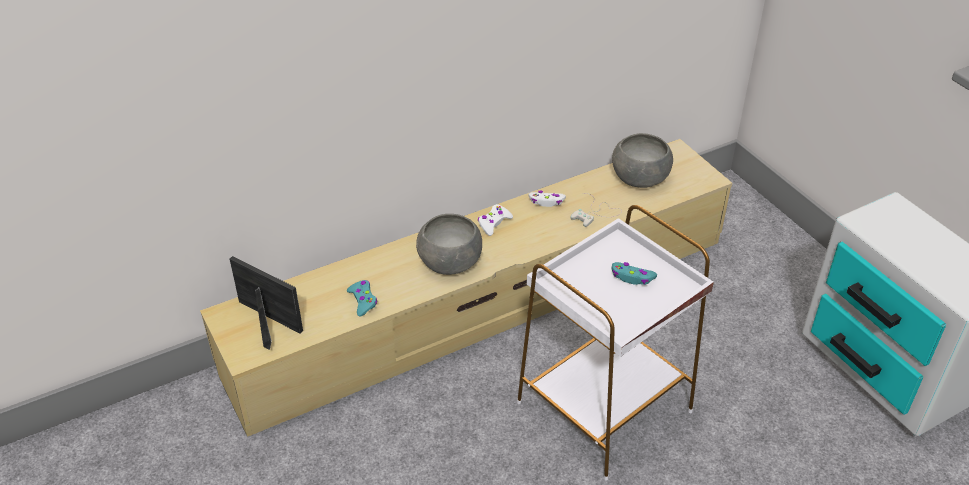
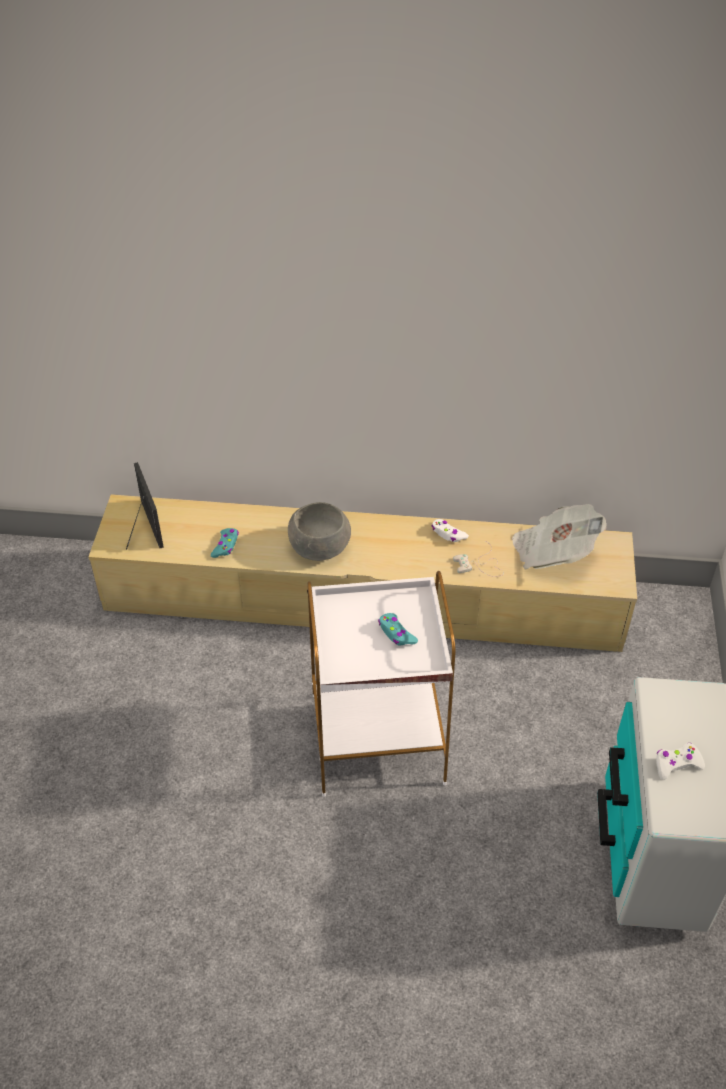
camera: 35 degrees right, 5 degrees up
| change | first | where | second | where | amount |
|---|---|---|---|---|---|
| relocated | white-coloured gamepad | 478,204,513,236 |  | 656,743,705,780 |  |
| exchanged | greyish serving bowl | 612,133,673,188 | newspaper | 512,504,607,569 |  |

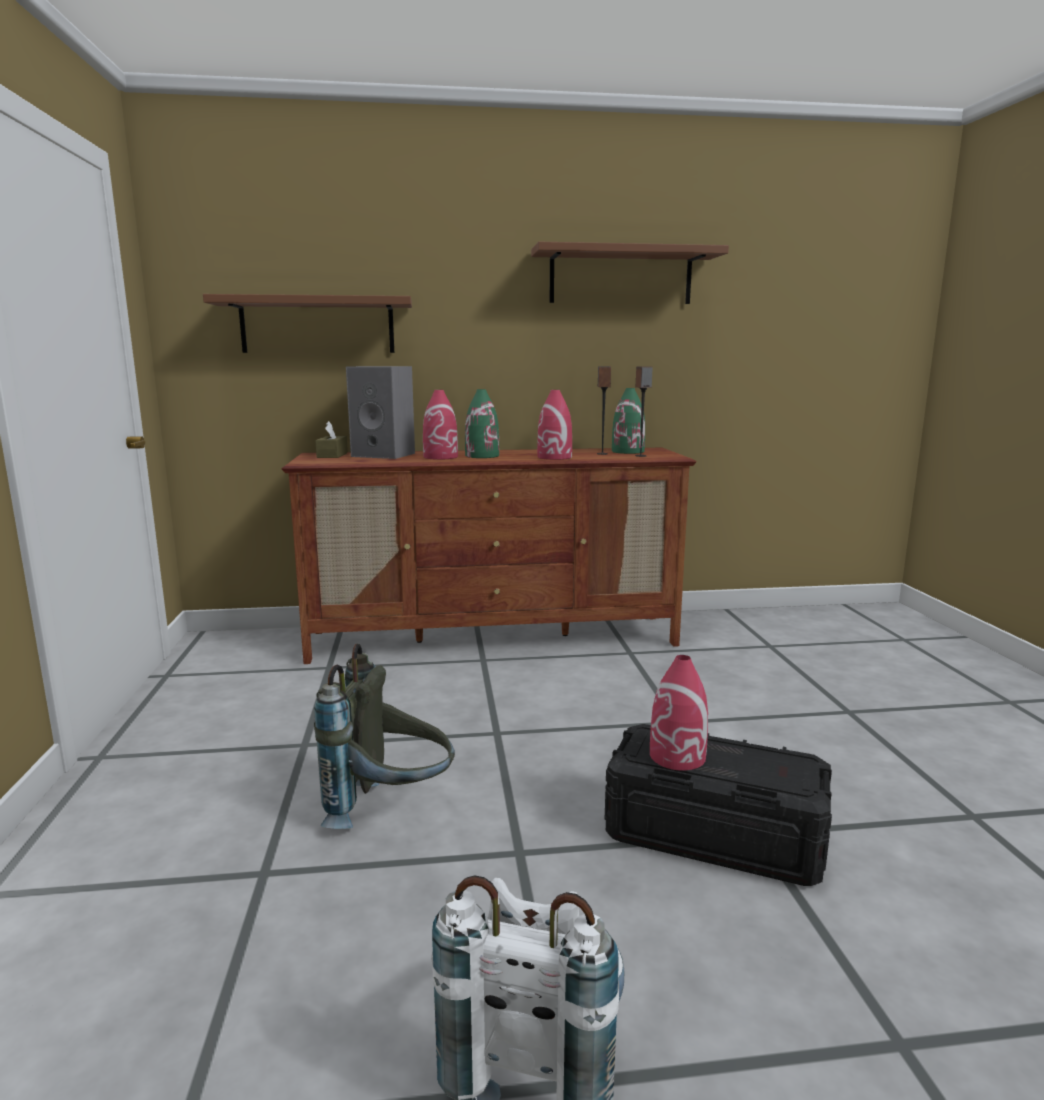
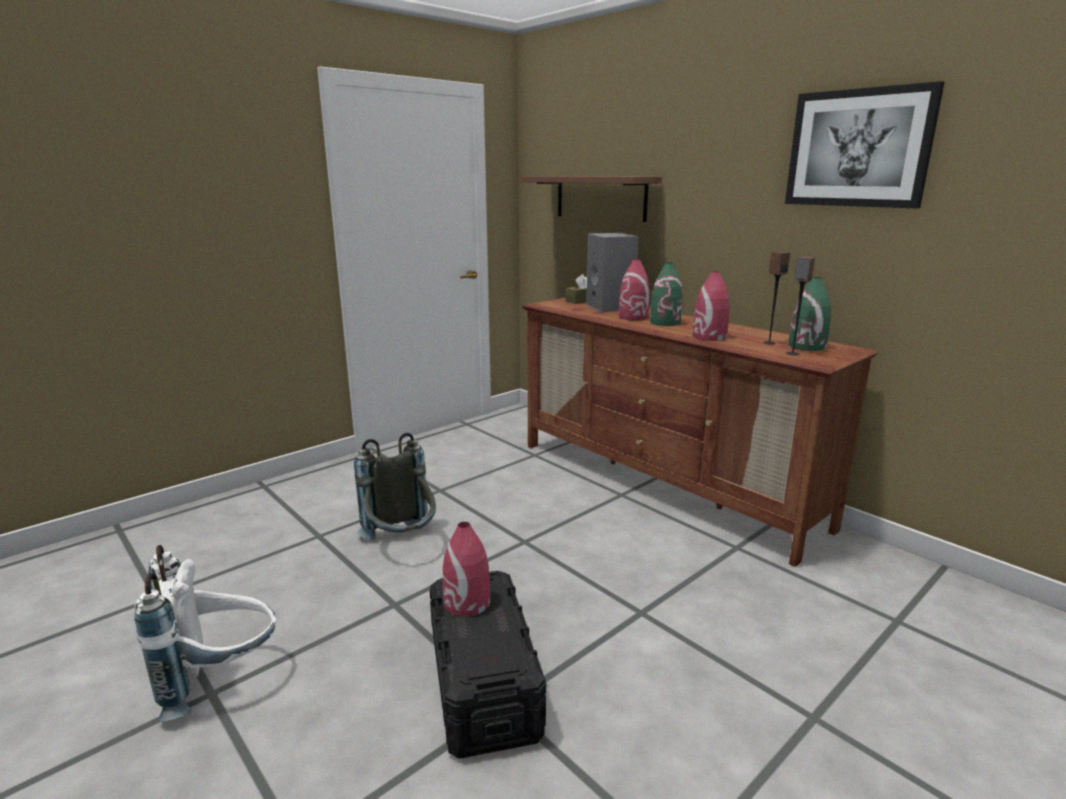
camera: 55 degrees right, 5 degrees up
| change | first | where | second | where | amount |
|---|---|---|---|---|---|
| exchanged | brown-coloured wall shelf | 531,242,729,304 | picture | 785,81,944,209 |  |

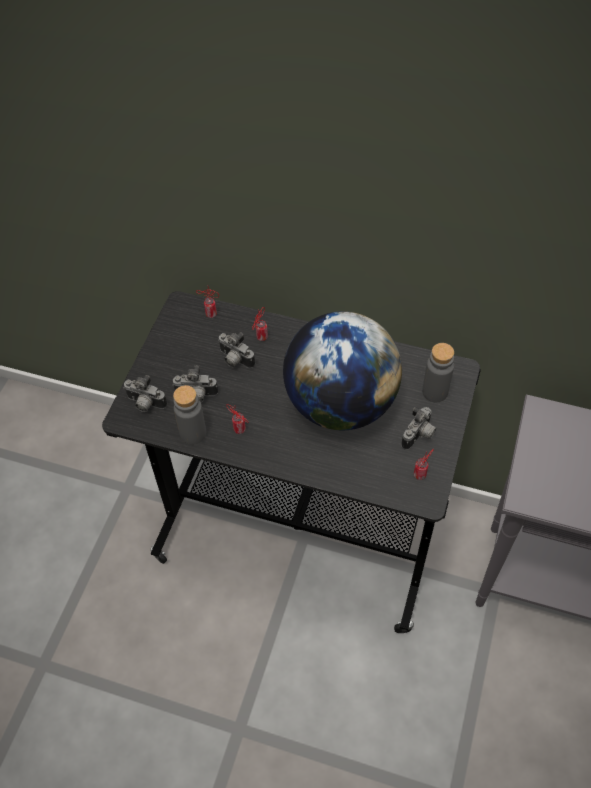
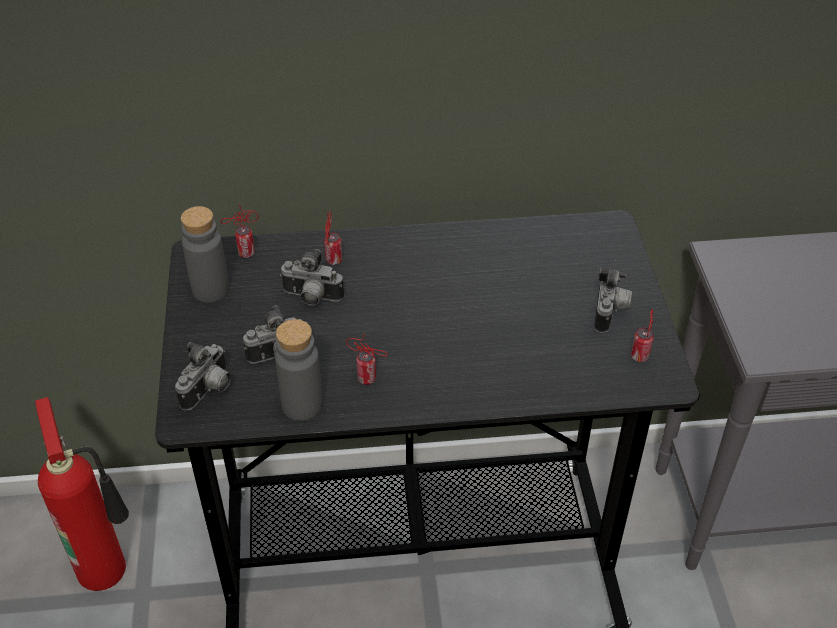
camera: 25 degrees left, 10 degrees down
| change | first | where | second | where | amount |
|---|---|---|---|---|---|
| missing | desk globe | 283,311,402,430 |  |  |  |
| appeared |  |  | fire extinguisher | 35,397,129,591 |  |
| relocated | greyish beverage bottle | 422,343,454,402 |  | 181,206,229,302 |  |
| spun | photo camera | 123,375,167,412 |  | 175,342,231,411 | 60 degrees counterclockwise |

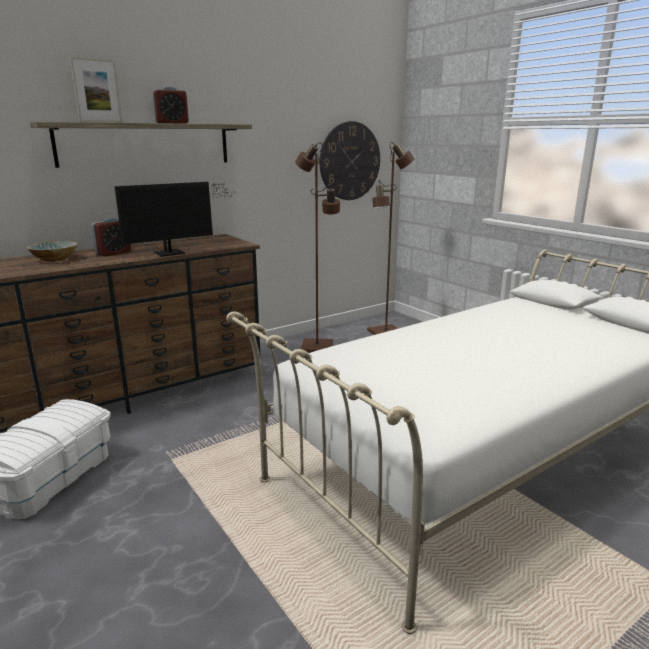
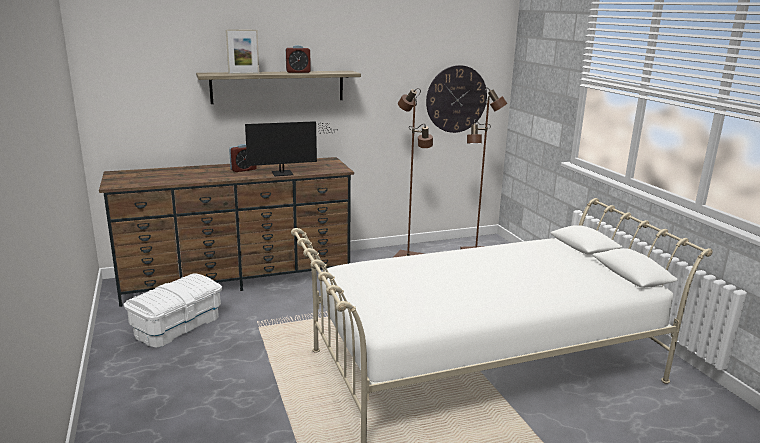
camera: 15 degrees right, 0 degrees up
| change | first | where | second | where | amount |
|---|---|---|---|---|---|
| missing | serving bowl | 27,241,78,262 |  |  |  |

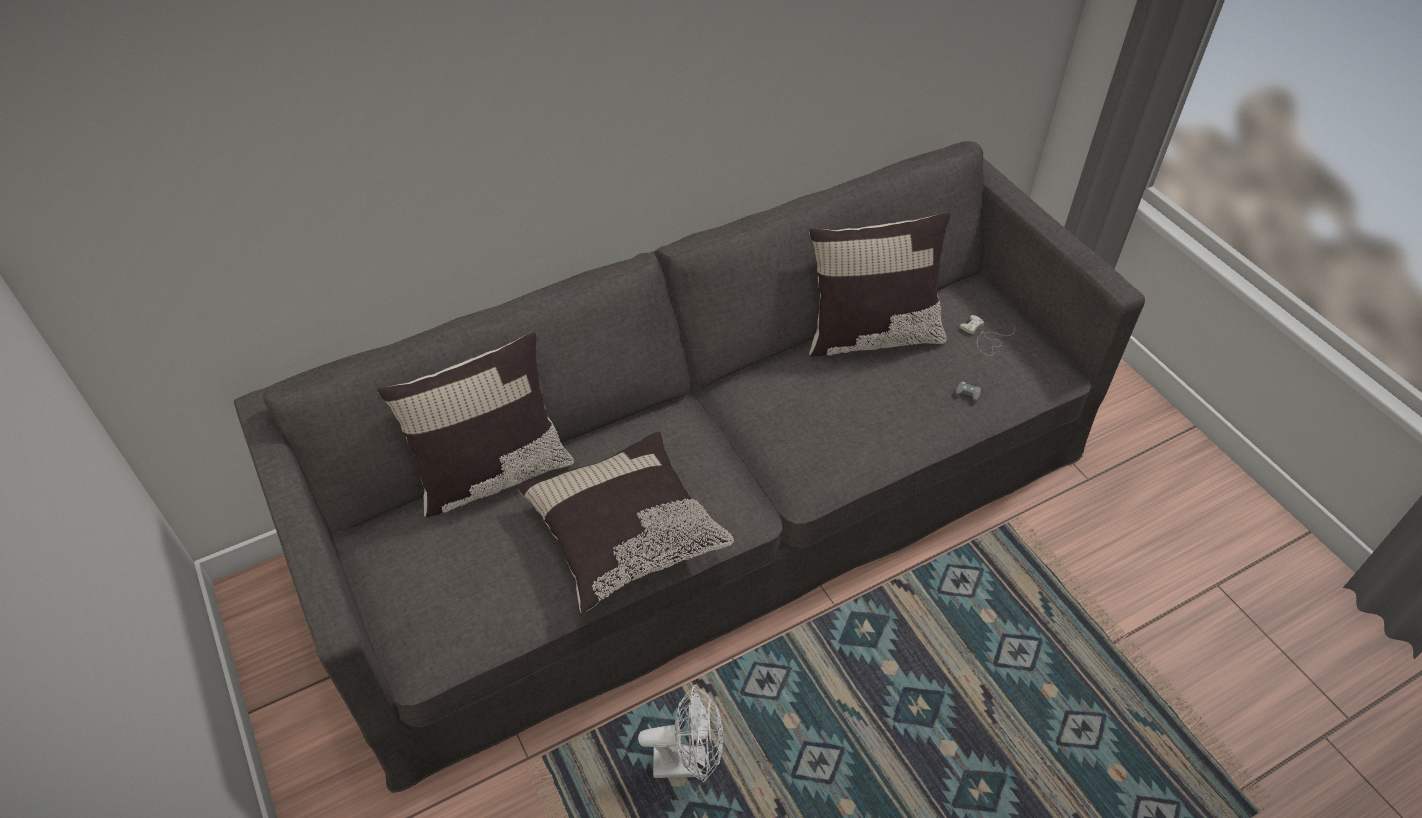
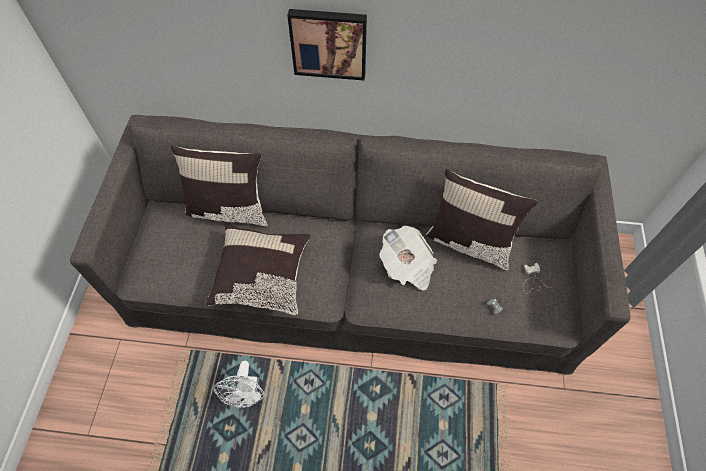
camera: 35 degrees right, 10 degrees up
| change | first | where | second | where | amount |
|---|---|---|---|---|---|
| appeared |  |  | picture | 287,9,367,81 |  |
| appeared |  |  | newspaper | 379,226,437,291 |  |
| spun | white-coloured electric fan | 638,685,723,783 |  | 213,361,265,408 | 60 degrees clockwise |

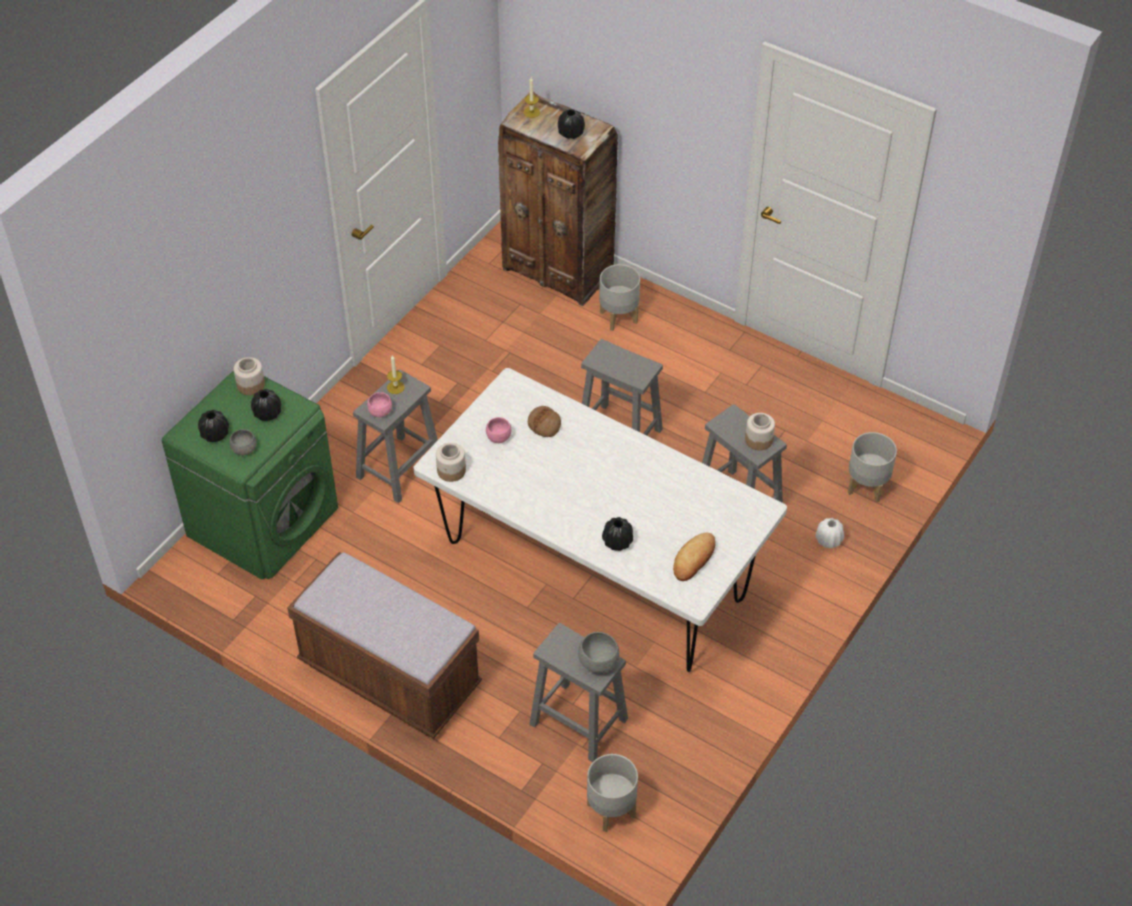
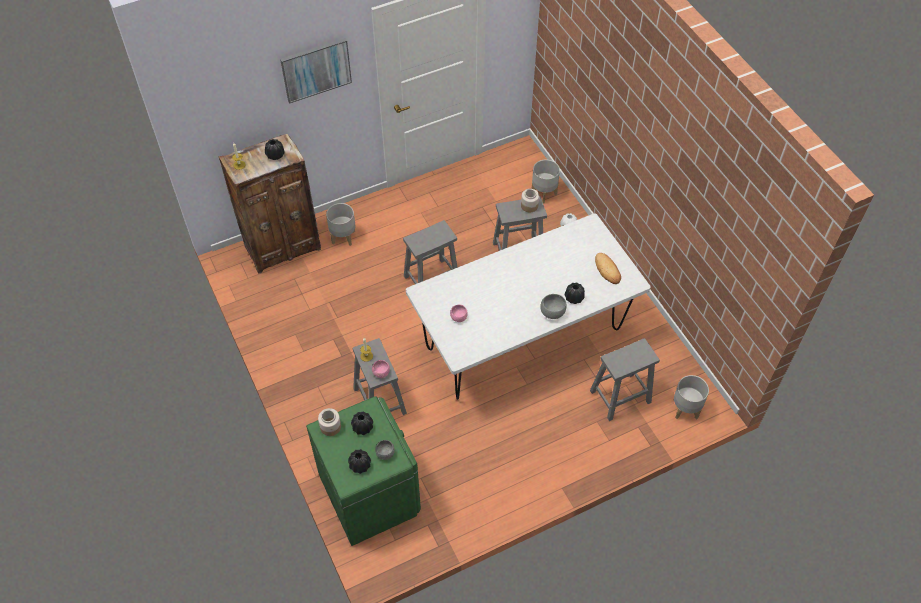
camera: 60 degrees left, 5 degrees up
| change | first | where | second | where | amount |
|---|---|---|---|---|---|
| missing | brown-coloured indoor bench | 287,552,482,739 |  |  |  |
| missing | storage jar | 436,443,466,482 |  |  |  |
| missing | bakery bread | 528,406,561,437 |  |  |  |
| appeared |  |  | picture | 280,38,352,103 |  |
| relocated | greyish serving bowl | 578,632,619,673 |  | 540,294,566,319 |  |

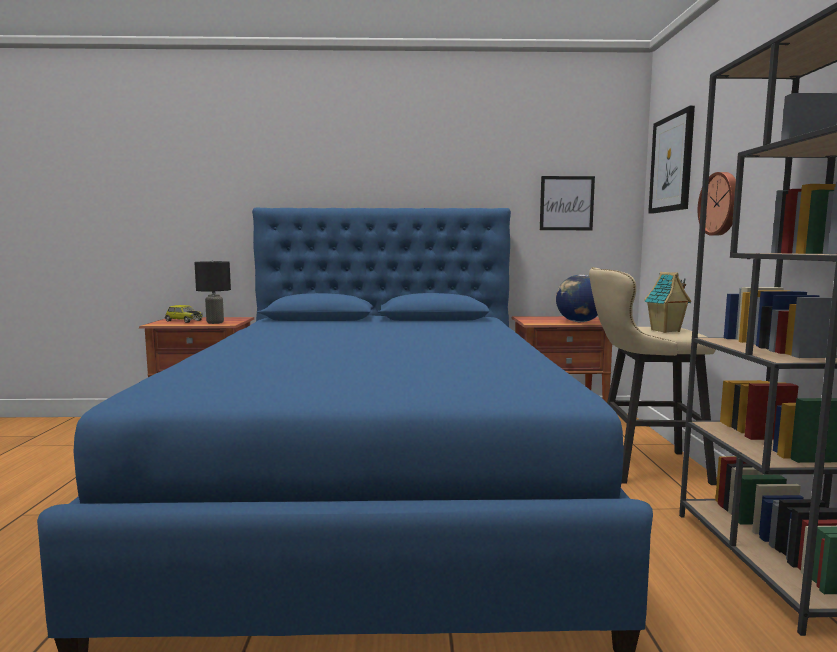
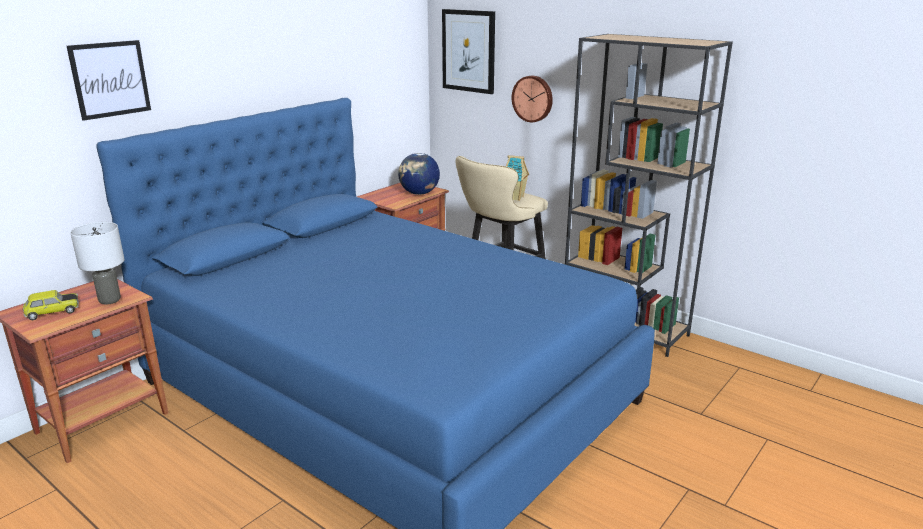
camera: 50 degrees left, 15 degrees up
| change | first | where | second | where | amount |
|---|---|---|---|---|---|
| relocated | picture | 540,176,595,230 |  | 67,40,151,121 |  |
| colour | black-coloured lamp for a table | 194,261,231,324 | white-coloured lamp for a table | 70,222,125,305 |  |

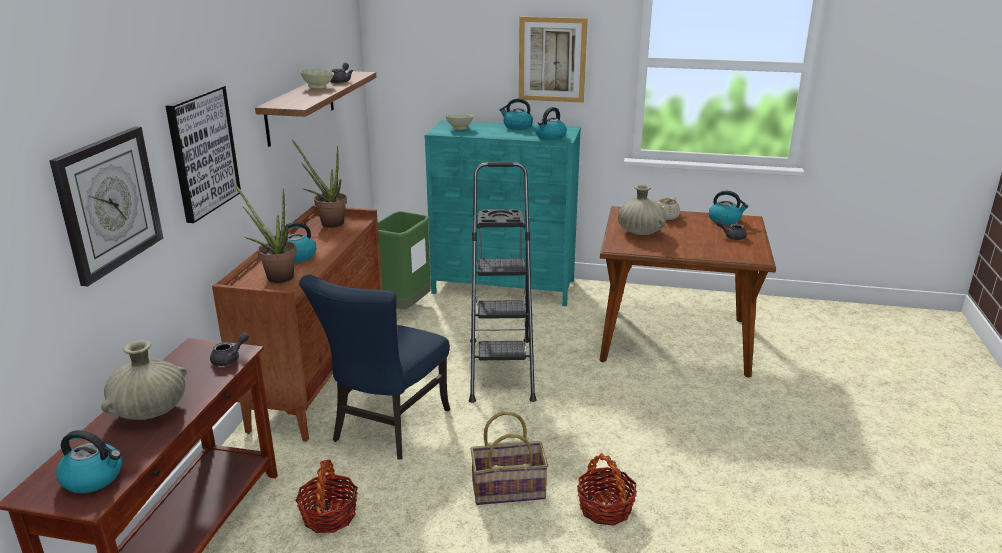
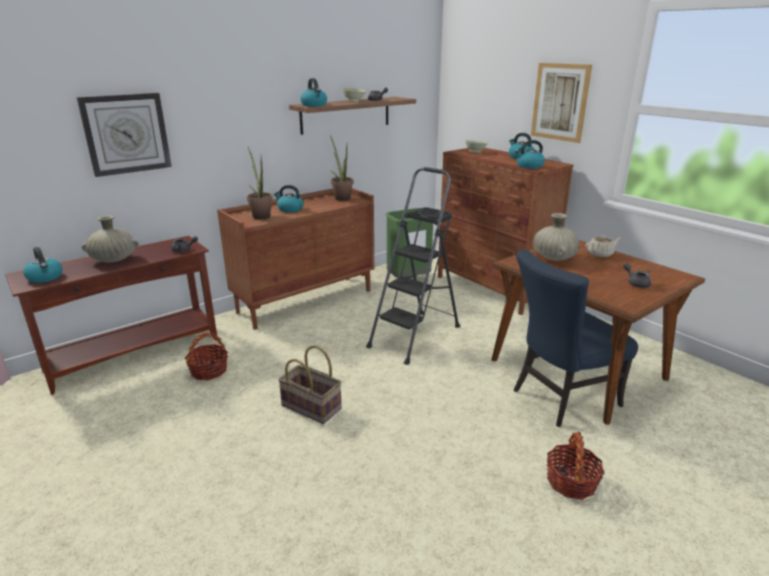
camera: 40 degrees right, 0 degrees up
| change | first | where | second | where | amount |
|---|---|---|---|---|---|
| missing | picture | 165,86,241,223 |  |  |  |
| relocated | bluish chair | 299,275,450,460 |  | 514,249,638,427 |  |
| relocated | household basket | 577,453,637,526 |  | 547,432,605,500 |  |
| relocated | kettle | 709,191,749,225 |  | 300,78,327,106 |  |
| colour | turquoise drawer chest | 424,120,581,306 | brown-coloured drawer chest | 438,148,573,315 |  |

